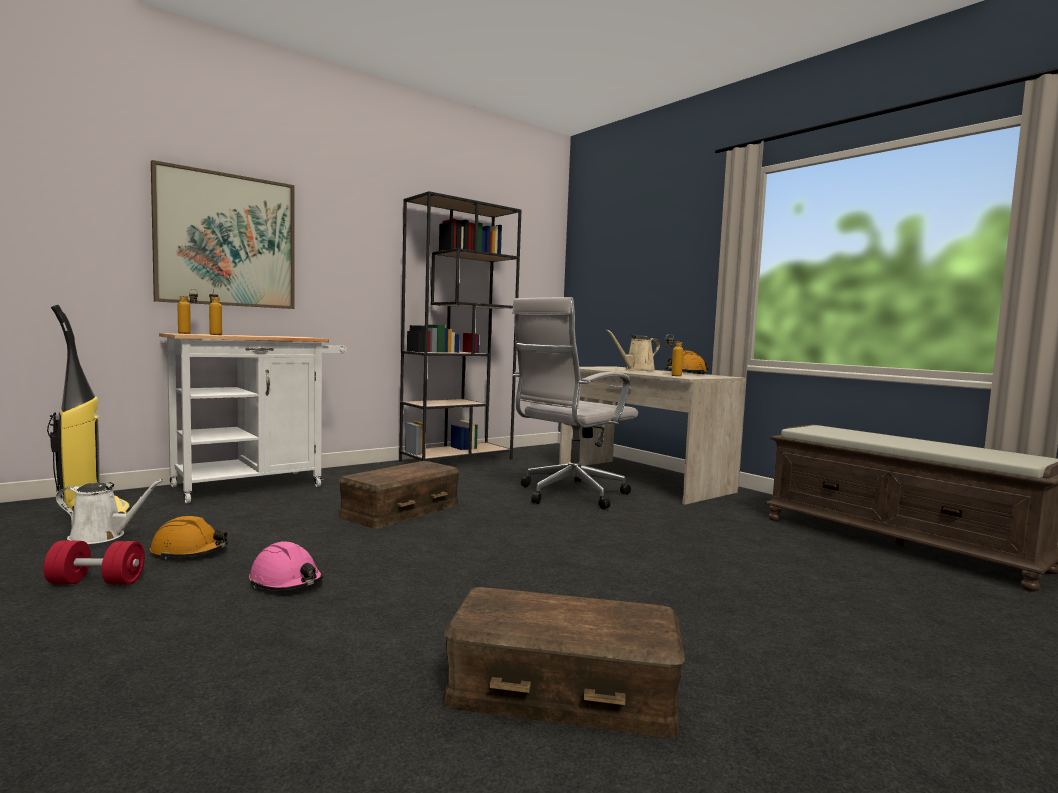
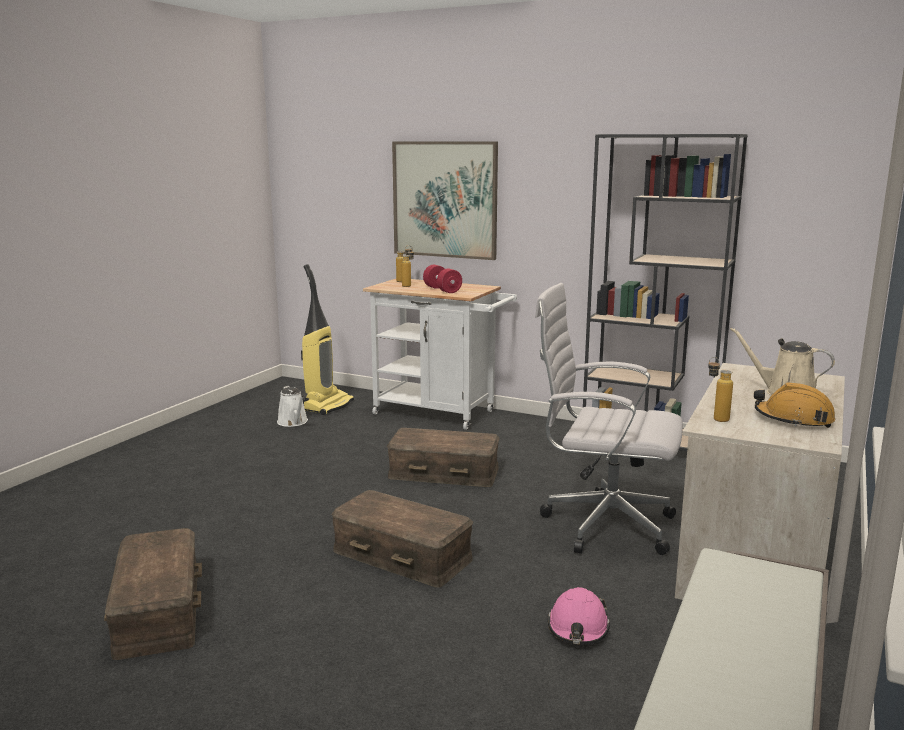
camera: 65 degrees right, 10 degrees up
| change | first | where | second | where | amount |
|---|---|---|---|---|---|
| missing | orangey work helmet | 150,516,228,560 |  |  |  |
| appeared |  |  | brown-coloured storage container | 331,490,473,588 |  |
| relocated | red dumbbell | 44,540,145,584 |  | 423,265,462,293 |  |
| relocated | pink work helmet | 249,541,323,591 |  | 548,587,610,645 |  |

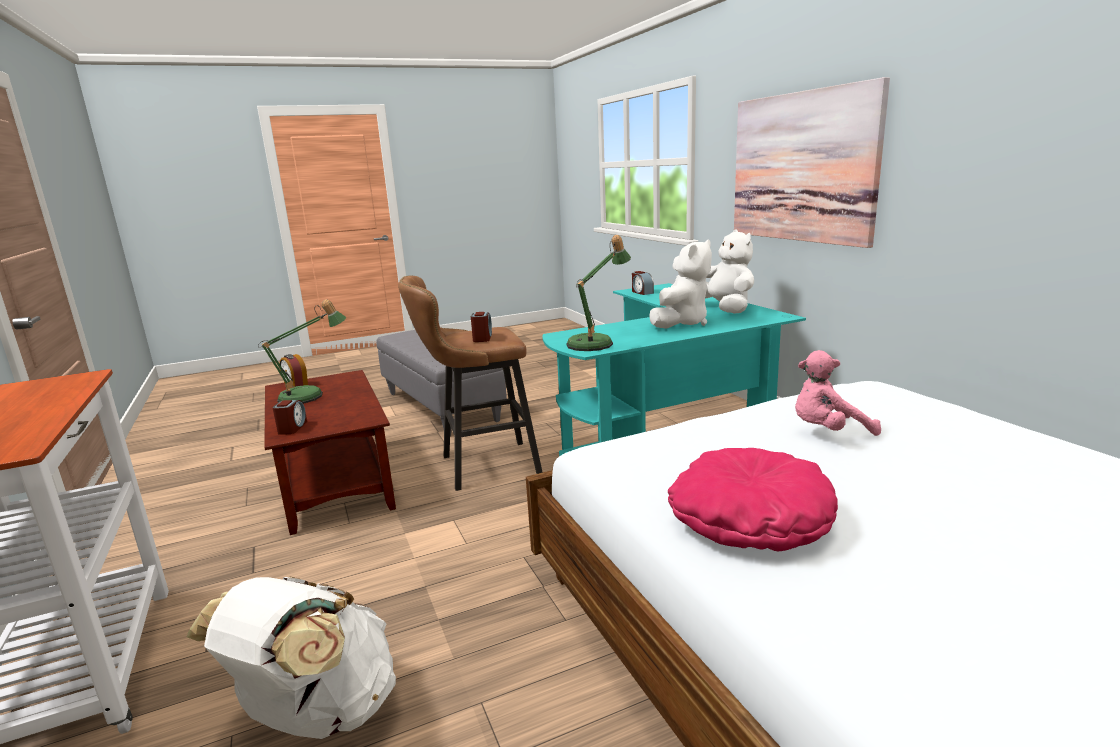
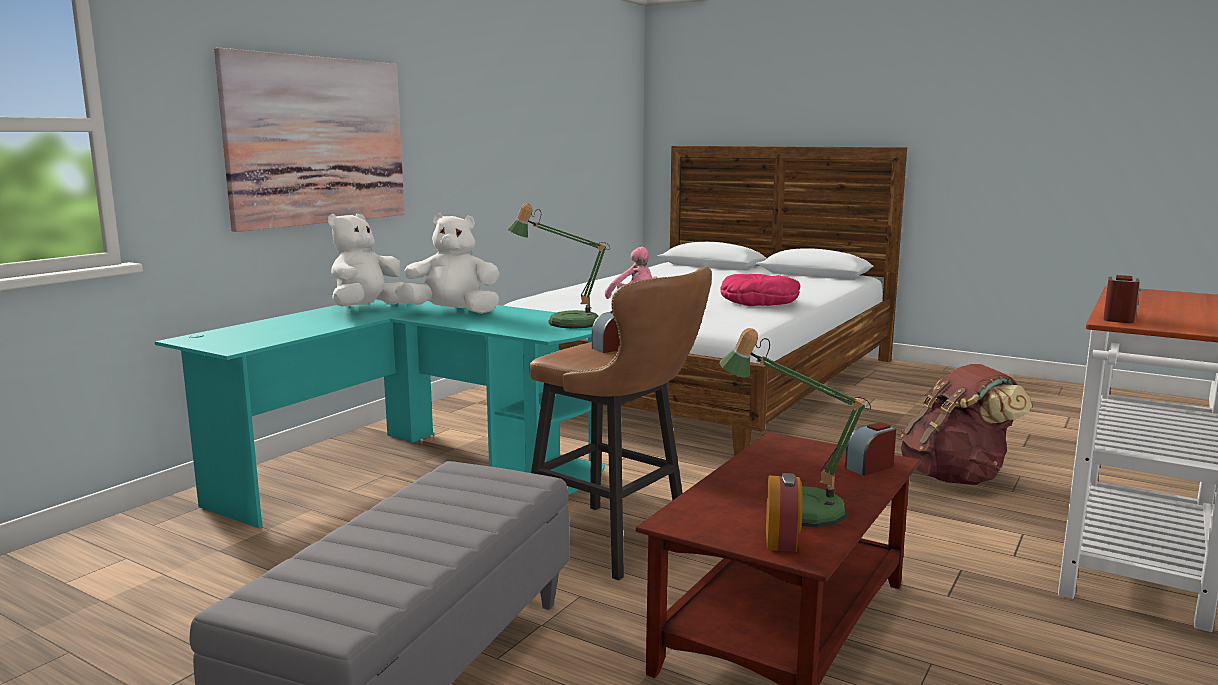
camera: 125 degrees left, 5 degrees down
| change | first | where | second | where | amount |
|---|---|---|---|---|---|
| relocated | table clock | 632,271,654,295 |  | 1104,275,1140,323 |  |
| colour | white-coloured knapsack | 186,576,396,739 | brown-coloured knapsack | 900,364,1032,485 |  |

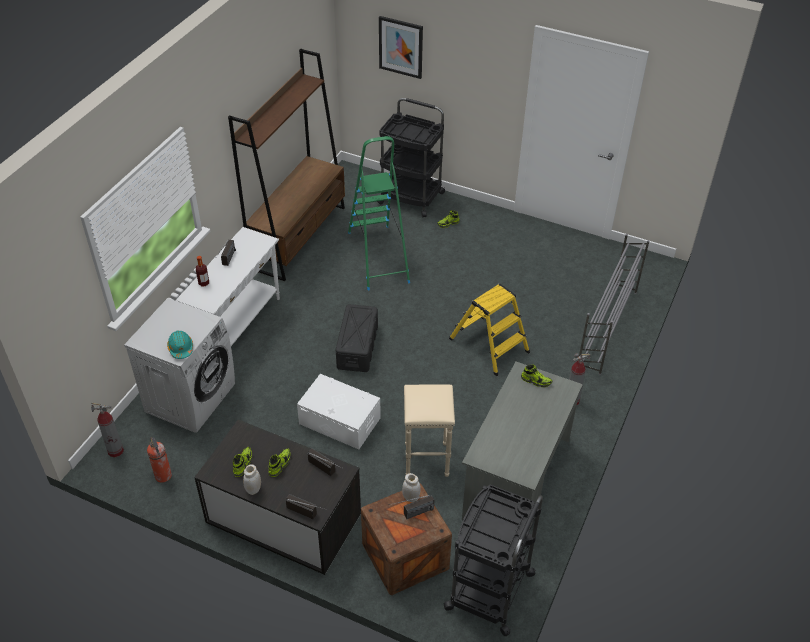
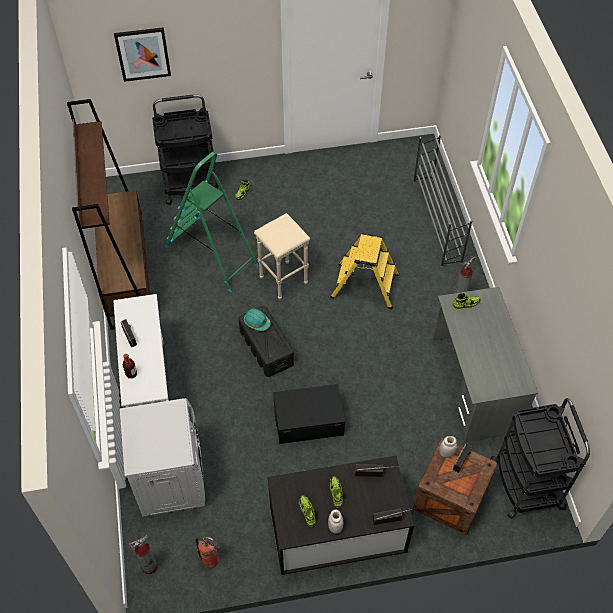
camera: 35 degrees left, 10 degrees up
| change | first | where | second | where | amount |
|---|---|---|---|---|---|
| relocated | turquoise work helmet | 167,331,193,359 |  | 244,309,271,331 |  |
| relocated | beige-coloured stool | 404,384,455,477 |  | 254,213,310,300 |  |
| colour | white-coloured storage container | 297,374,381,449 | black-coloured storage container | 273,384,345,444 |  |

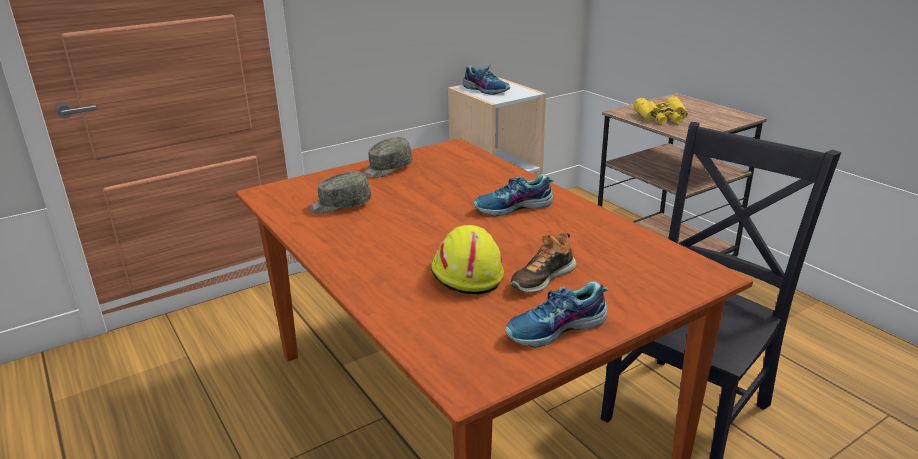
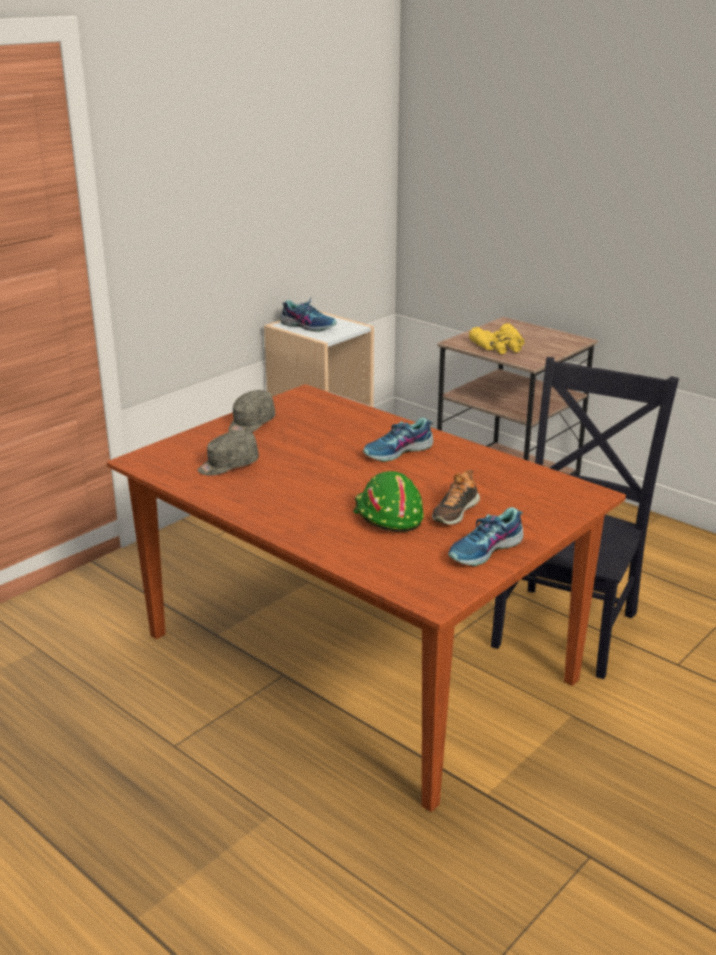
camera: 15 degrees left, 0 degrees up
| change | first | where | second | where | amount |
|---|---|---|---|---|---|
| colour | yellow-coloured work helmet | 431,225,504,295 | green-coloured work helmet | 353,471,424,532 |  |

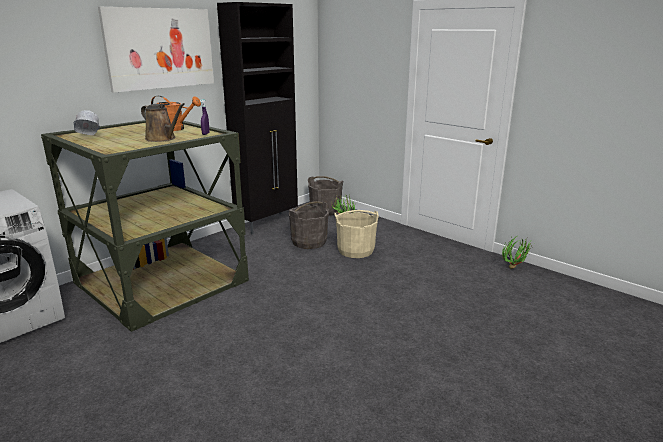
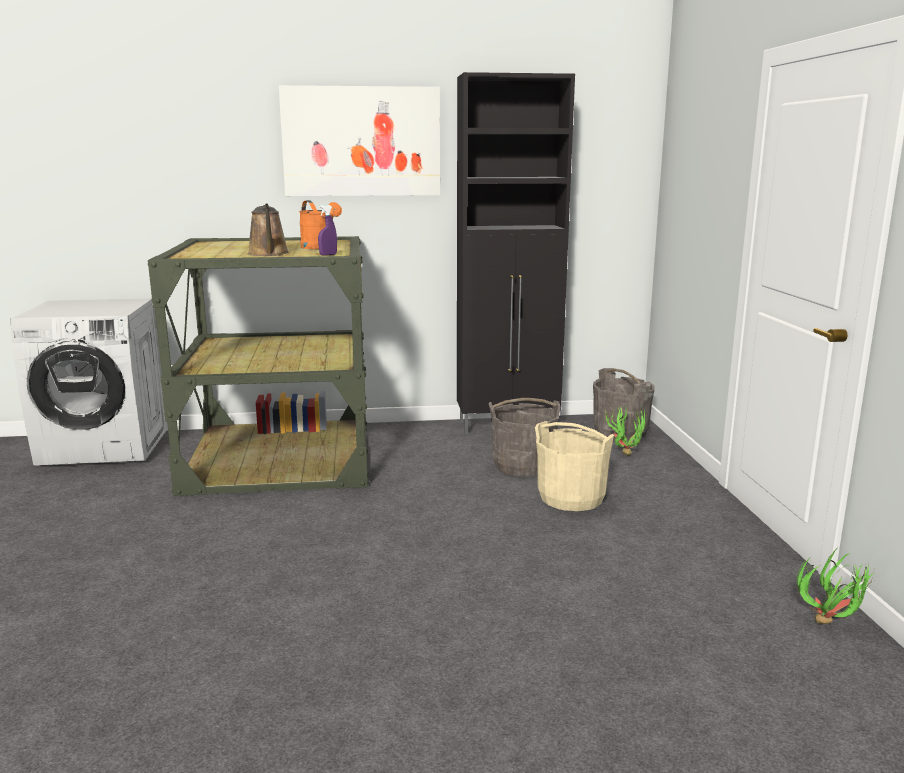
camera: 40 degrees right, 5 degrees down
| change | first | where | second | where | amount |
|---|---|---|---|---|---|
| missing | white-coloured work helmet | 74,110,100,135 |  |  |  |

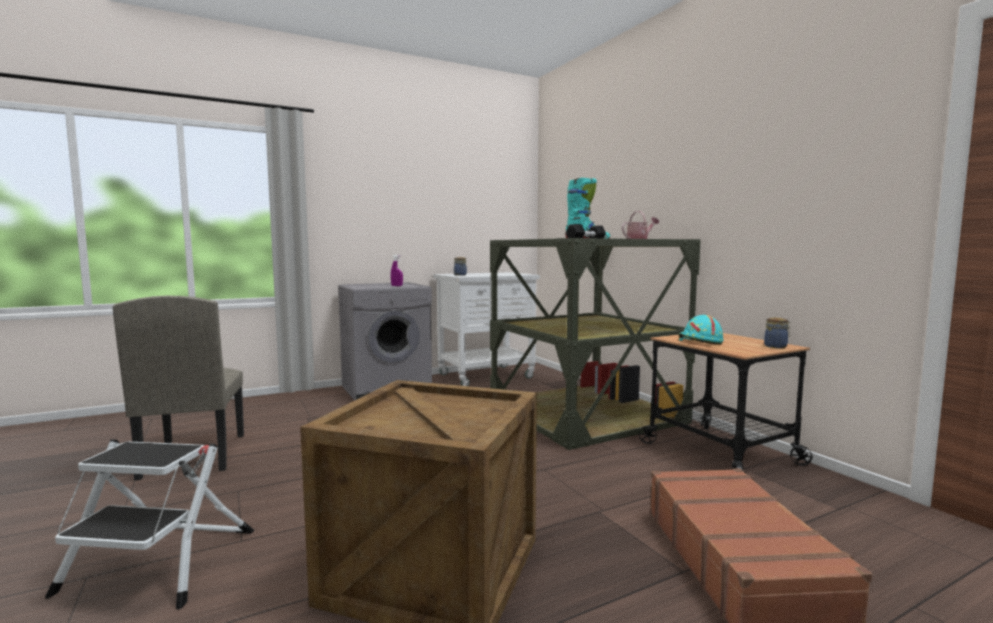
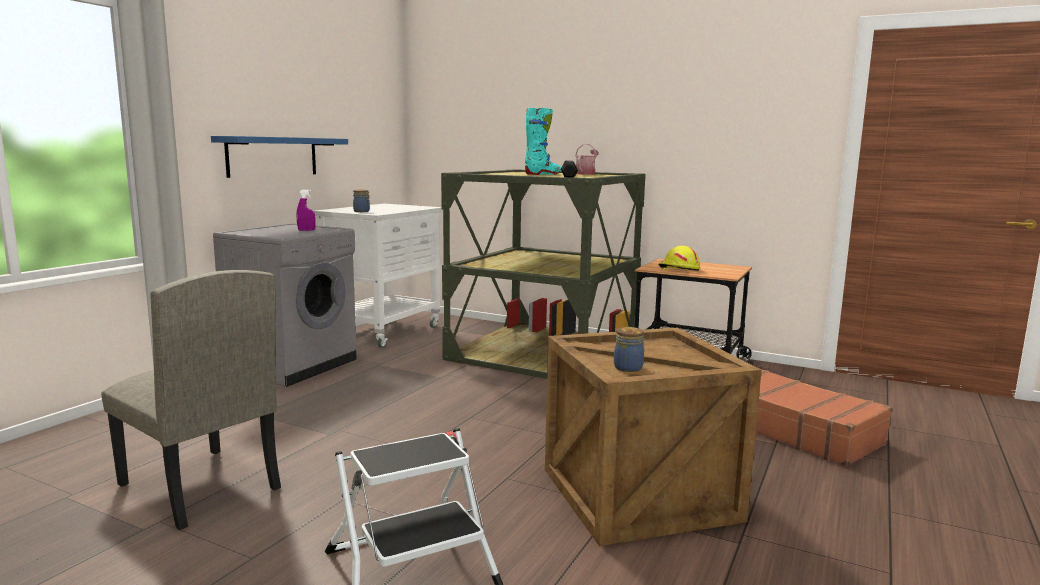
camera: 35 degrees left, 5 degrees up
| change | first | where | second | where | amount |
|---|---|---|---|---|---|
| appeared |  |  | bluish wall shelf | 211,136,348,178 |  |
| relocated | storage jar | 764,318,790,348 |  | 614,327,645,372 |  |
| colour | turquoise work helmet | 678,315,723,344 | yellow-coloured work helmet | 658,246,700,271 |  |

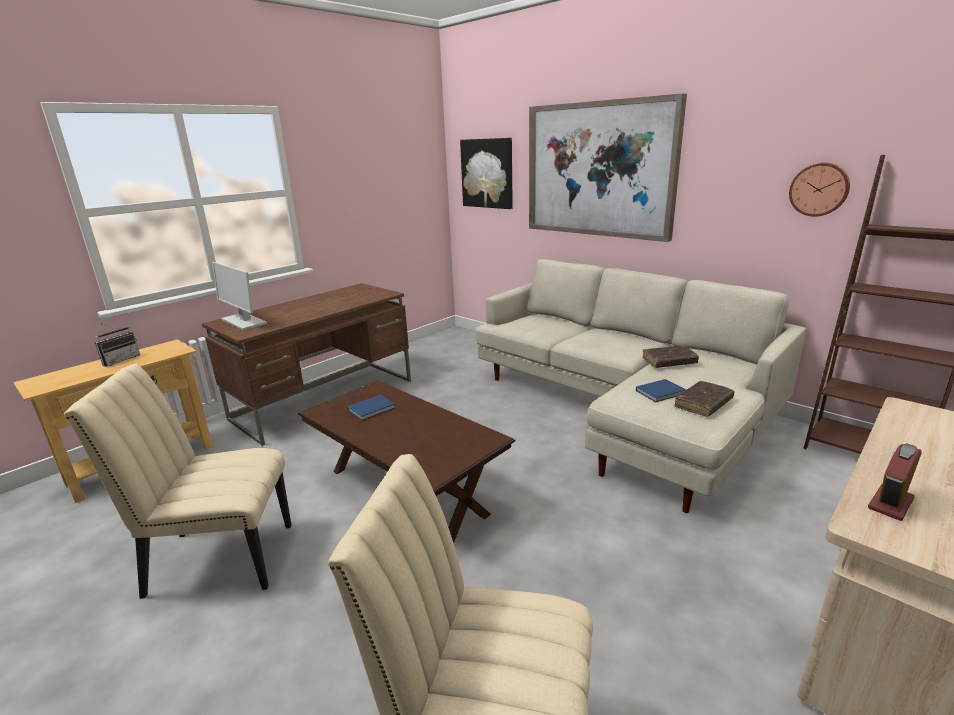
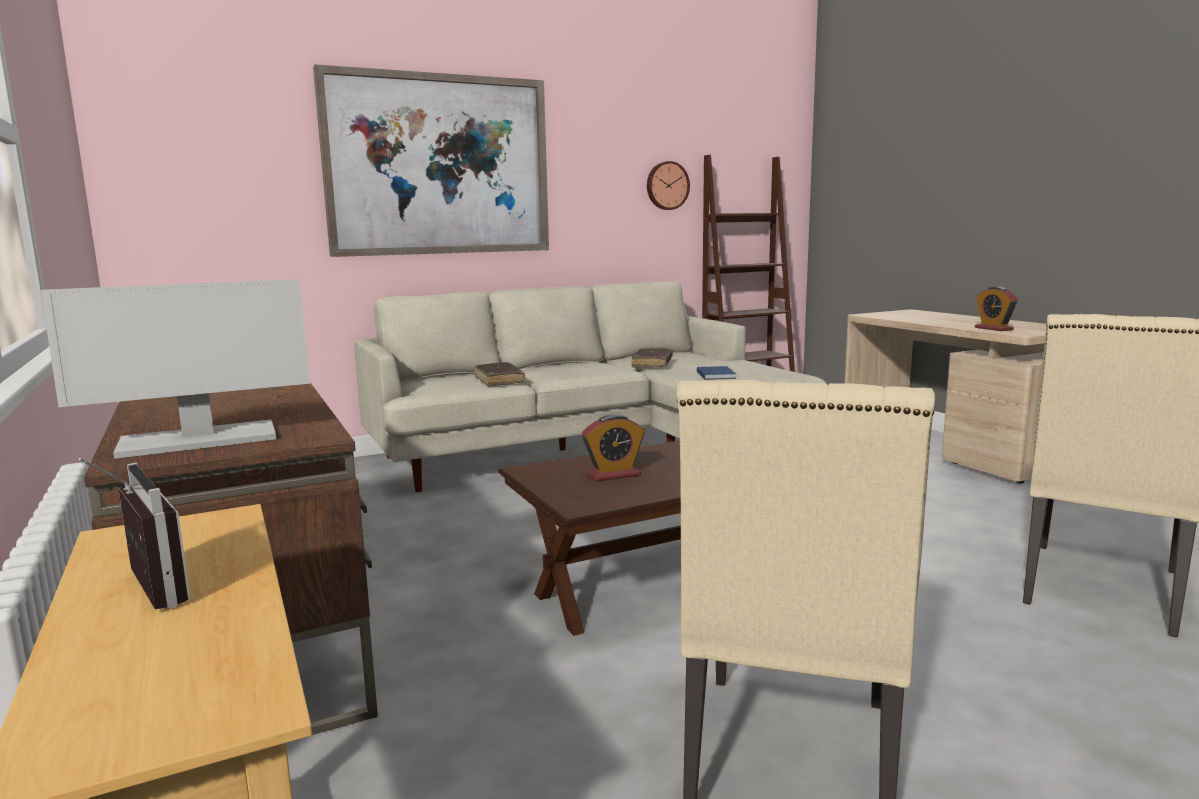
camera: 70 degrees left, 10 degrees down
| change | first | where | second | where | amount |
|---|---|---|---|---|---|
| missing | picture | 460,138,513,209 |  |  |  |
| relocated | brown-coloured volume | 675,381,735,417 |  | 475,362,525,386 |  |
| exchanged | bluish volume | 347,395,395,421 | table clock | 582,414,645,481 |  |

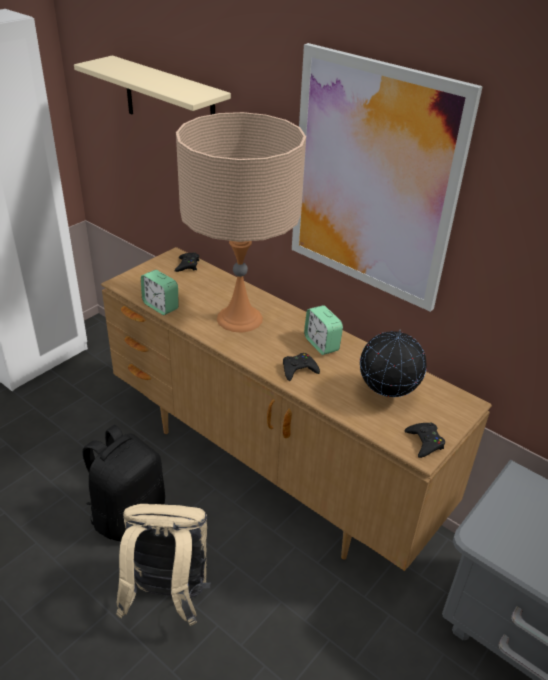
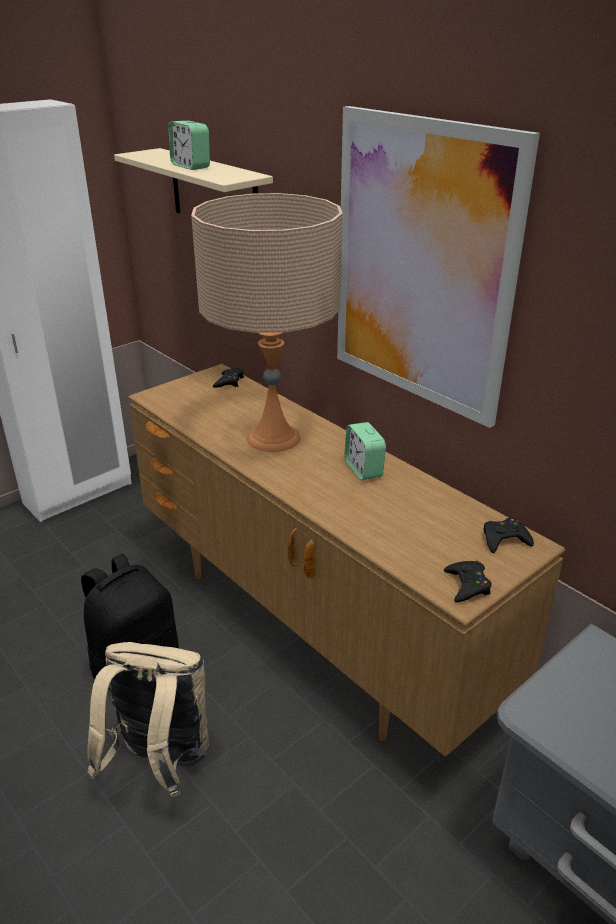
camera: 10 degrees right, 5 degrees down
| change | first | where | second | where | amount |
|---|---|---|---|---|---|
| missing | desk globe | 360,329,427,397 |  |  |  |
| relocated | table clock | 141,270,179,315 |  | 168,121,210,170 |  |
| relocated | black-coloured gamepad | 283,353,320,381 |  | 484,518,534,553 |  |

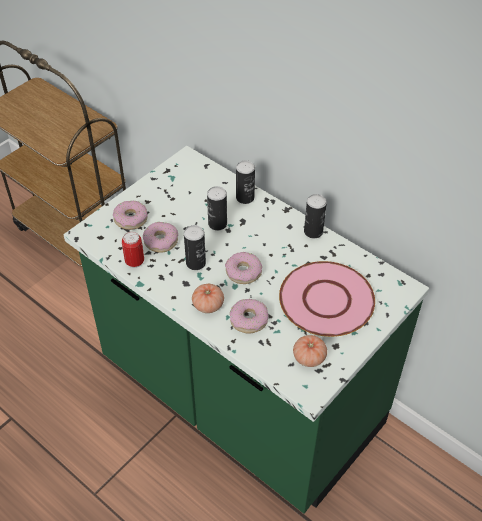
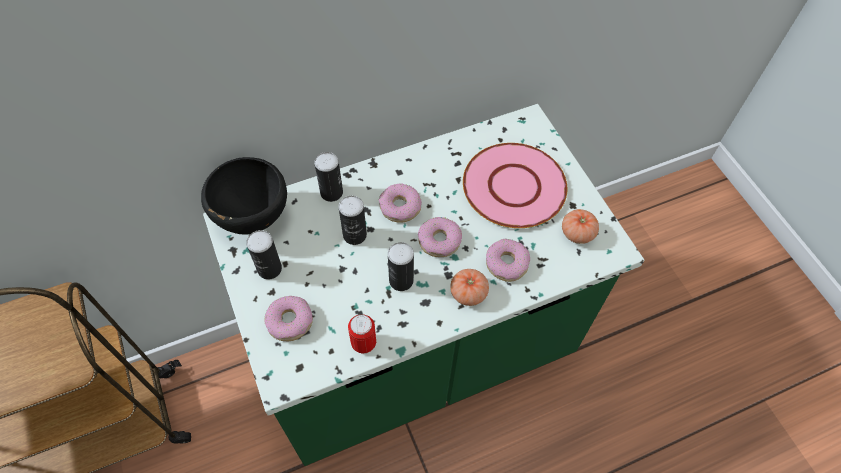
camera: 65 degrees left, 10 degrees up
| change | first | where | second | where | amount |
|---|---|---|---|---|---|
| appeared |  |  | black-coloured serving bowl | 201,157,287,234 |  |
| relocated | doughnut | 143,222,178,253 |  | 379,183,422,223 |  |
| relocated | can | 304,194,327,238 |  | 246,230,282,280 |  |

